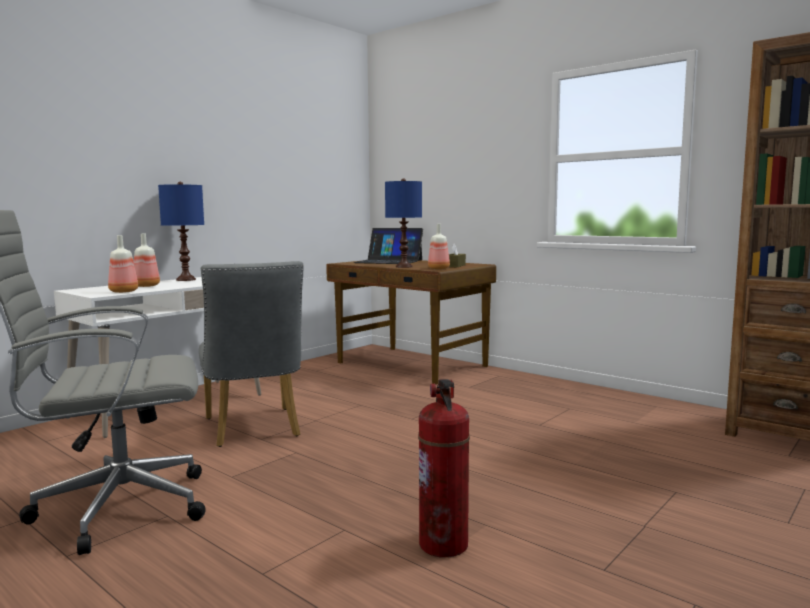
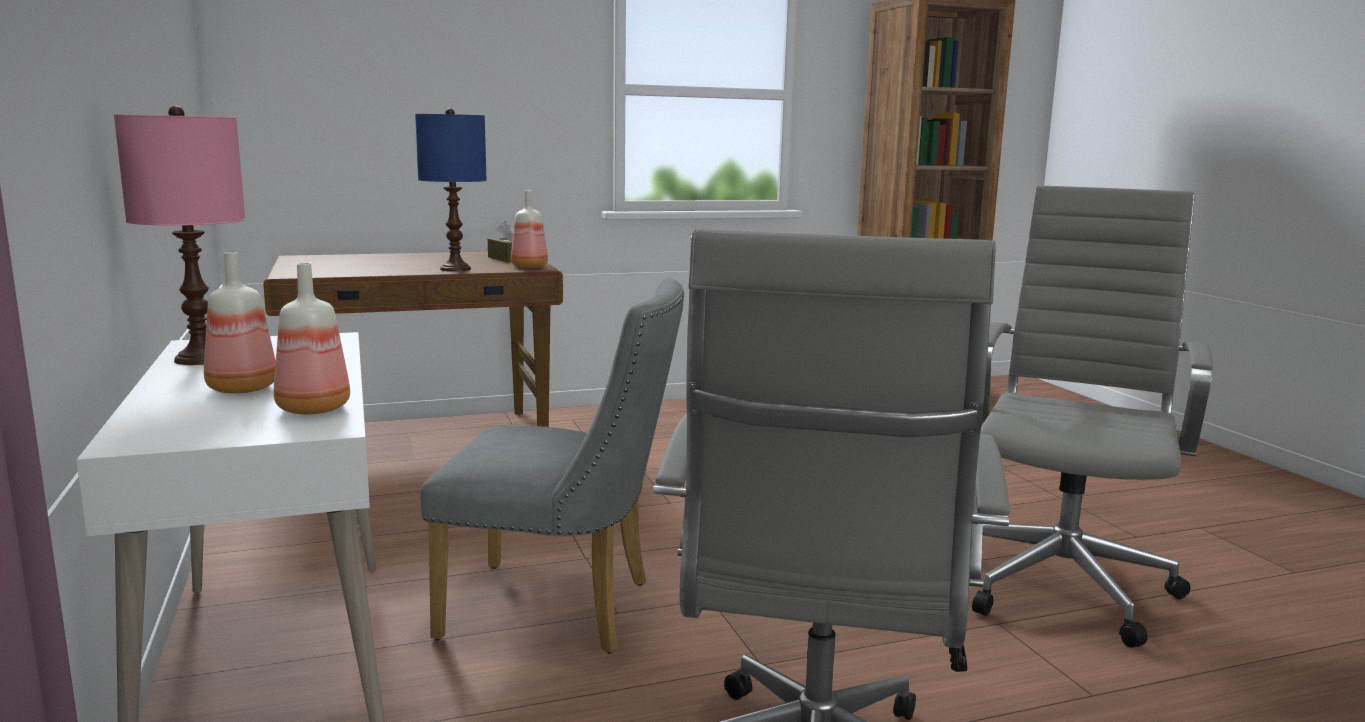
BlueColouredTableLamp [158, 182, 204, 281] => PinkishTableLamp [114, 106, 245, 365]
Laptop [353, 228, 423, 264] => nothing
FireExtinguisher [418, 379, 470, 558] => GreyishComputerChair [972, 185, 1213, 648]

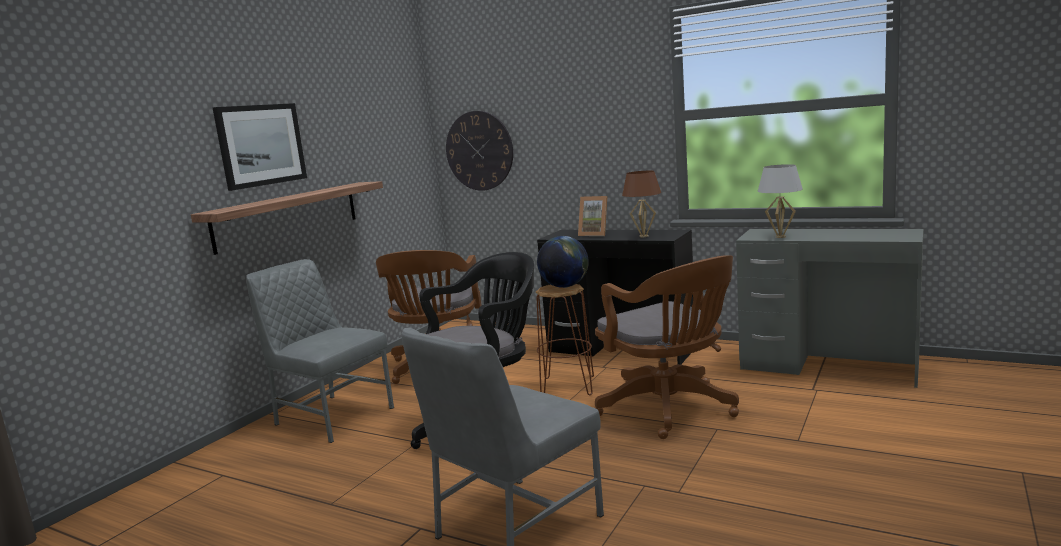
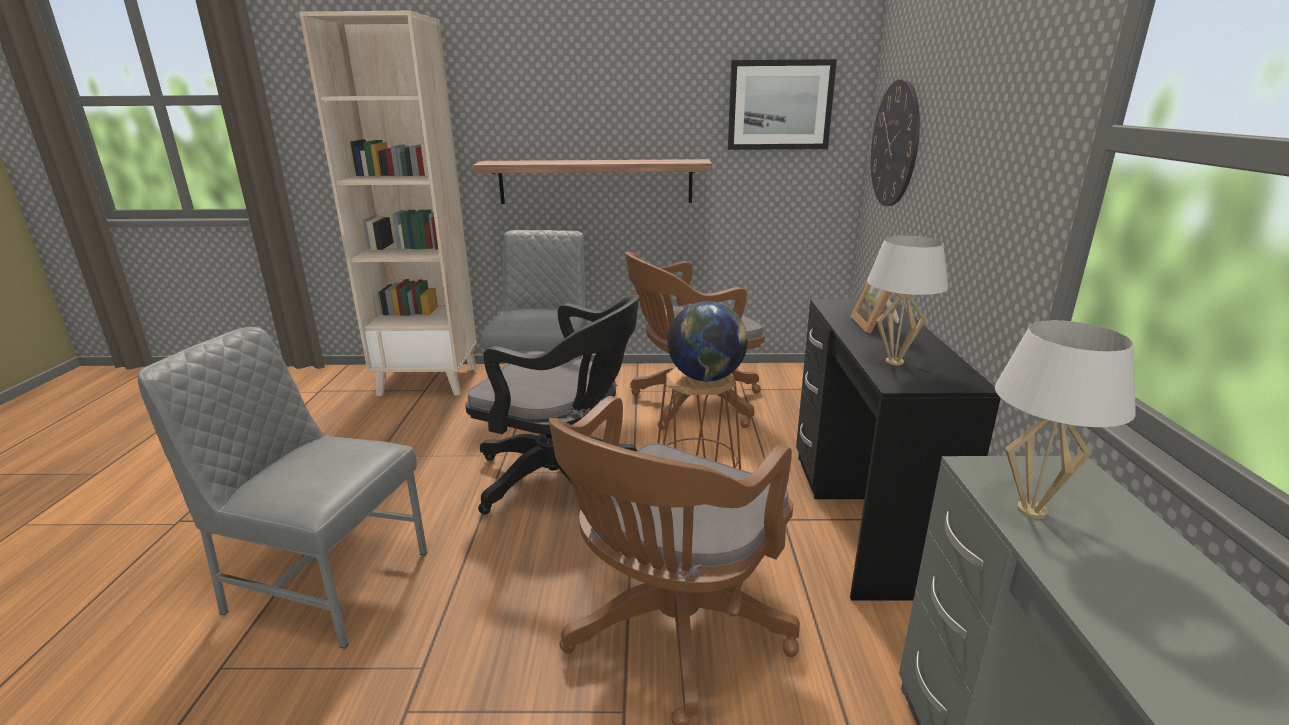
Picture [213, 103, 307, 191] => Picture [728, 59, 837, 150], shifted
BrownColouredTableLamp [622, 171, 661, 237] => WhitishTableLamp [867, 236, 948, 366]
nothing => BeigeBookcase [299, 11, 477, 396]

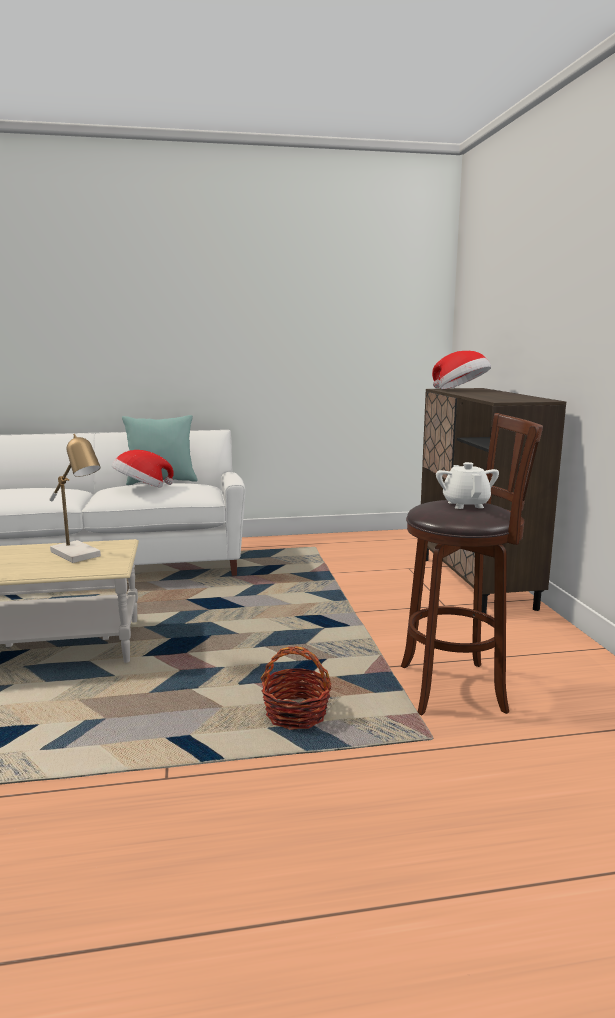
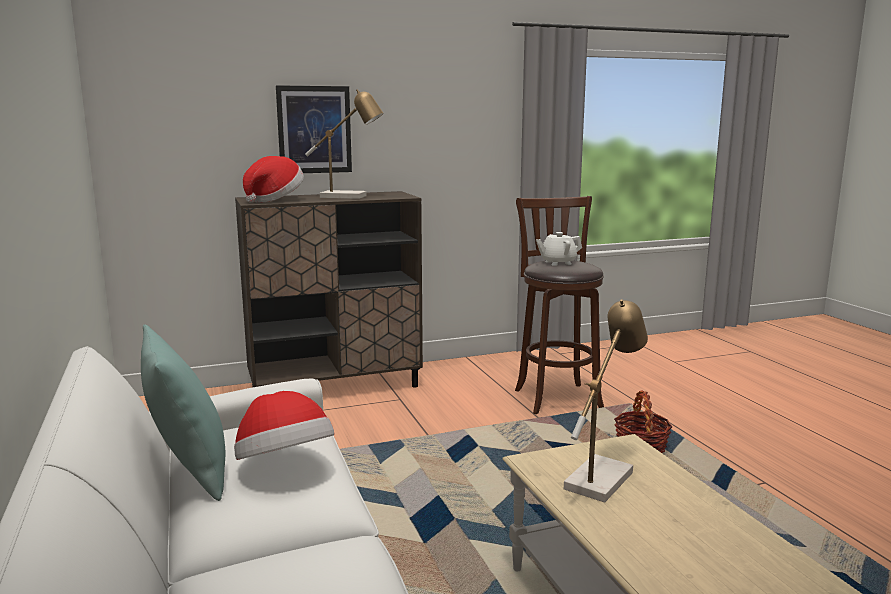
nothing => Picture [276, 85, 352, 173]
nothing => TableLamp [305, 89, 384, 199]

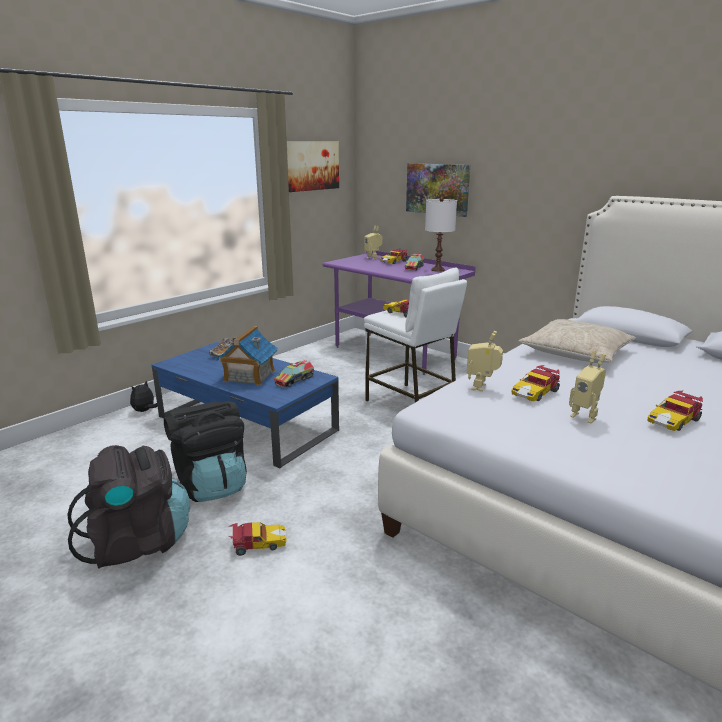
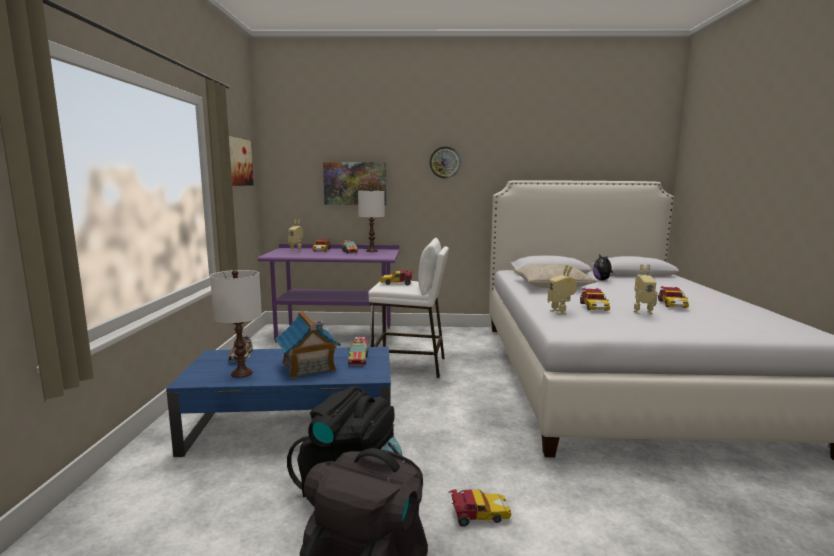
PlushToy [130, 380, 157, 412] => PlushToy [593, 254, 614, 280], shifted
MiniatureCar [228, 522, 287, 556] => MiniatureCar [449, 489, 511, 527], 45 degrees clockwise
nothing => HangingClock [429, 147, 461, 178]
nothing => WhitishTableLamp [210, 270, 262, 378]

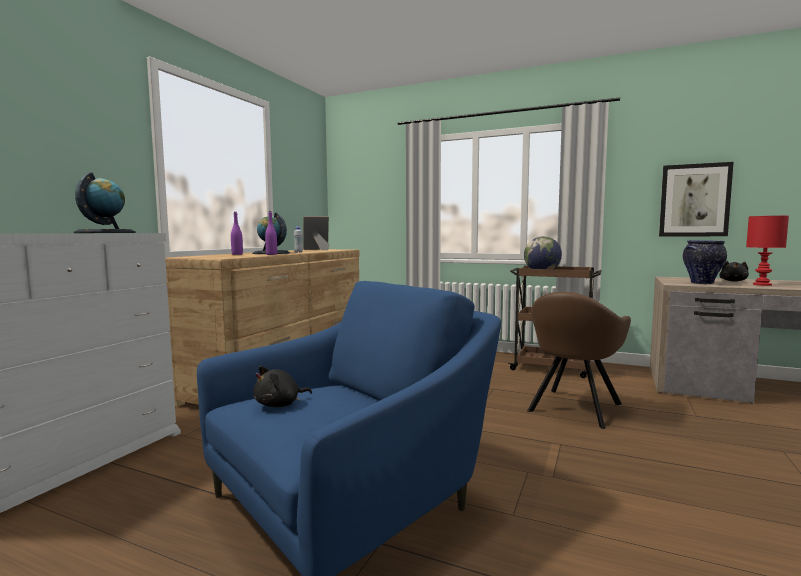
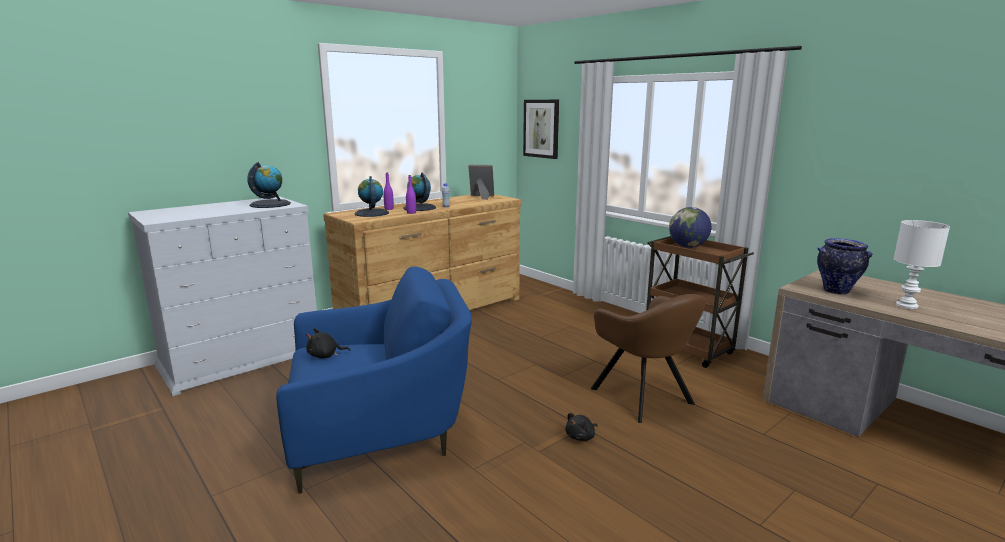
Picture [659, 162, 734, 236] => Picture [523, 100, 559, 159], shifted
ReddishTableLamp [746, 216, 789, 286] => WhitishTableLamp [893, 220, 950, 309]
BlackishPlushToy [719, 261, 749, 282] => BlackishPlushToy [565, 413, 598, 441], shifted
BrownColouredLoungeChair [527, 292, 631, 429] => BrownColouredLoungeChair [591, 294, 706, 423], 90 degrees counterclockwise
nothing => WorldGlobe [354, 176, 389, 217]

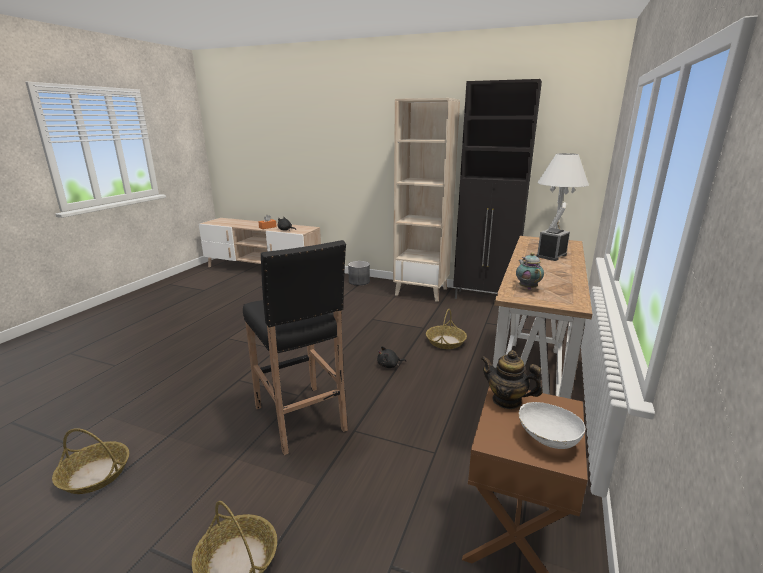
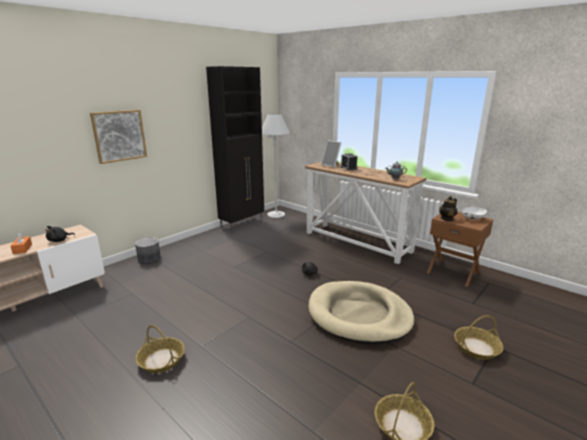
BeigeBookcase [393, 98, 460, 302] => nothing
BlackishStoolSeat [243, 240, 348, 455] => BeigePetBed [308, 281, 415, 344]
Basket [426, 309, 467, 349] => Basket [135, 325, 185, 373], shifted
nothing => Picture [90, 110, 147, 164]

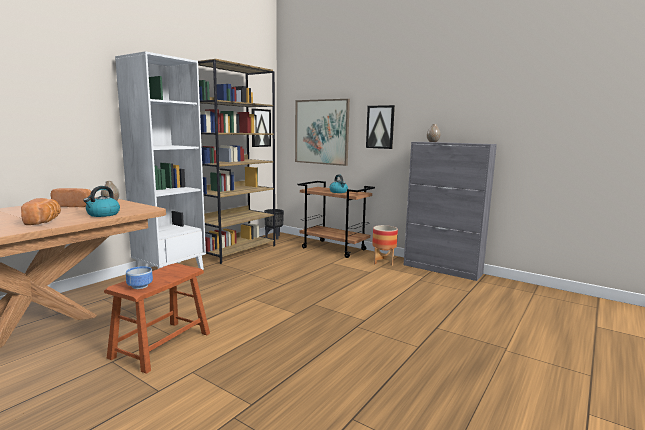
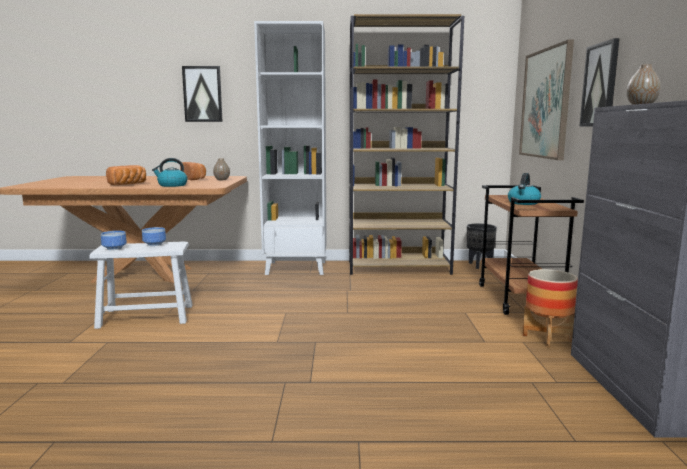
Picture [252, 108, 271, 147] => Picture [182, 66, 223, 122], shifted
BrownColouredStoolSeat [104, 263, 210, 374] => WhitishStoolSeat [89, 241, 193, 329]
nothing => DeepDish [142, 227, 166, 246]

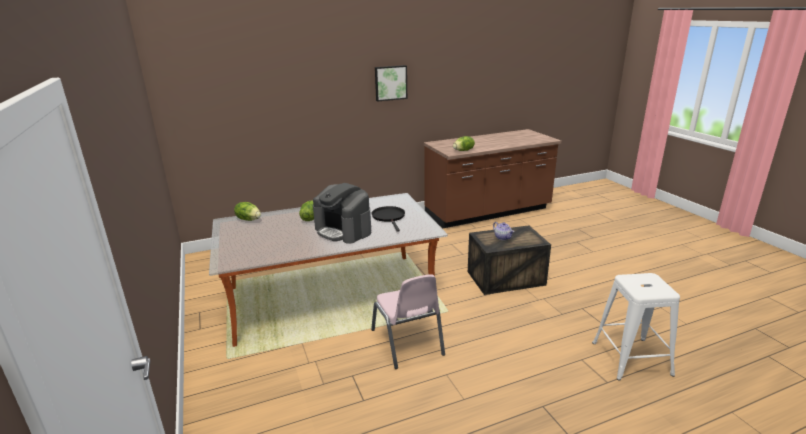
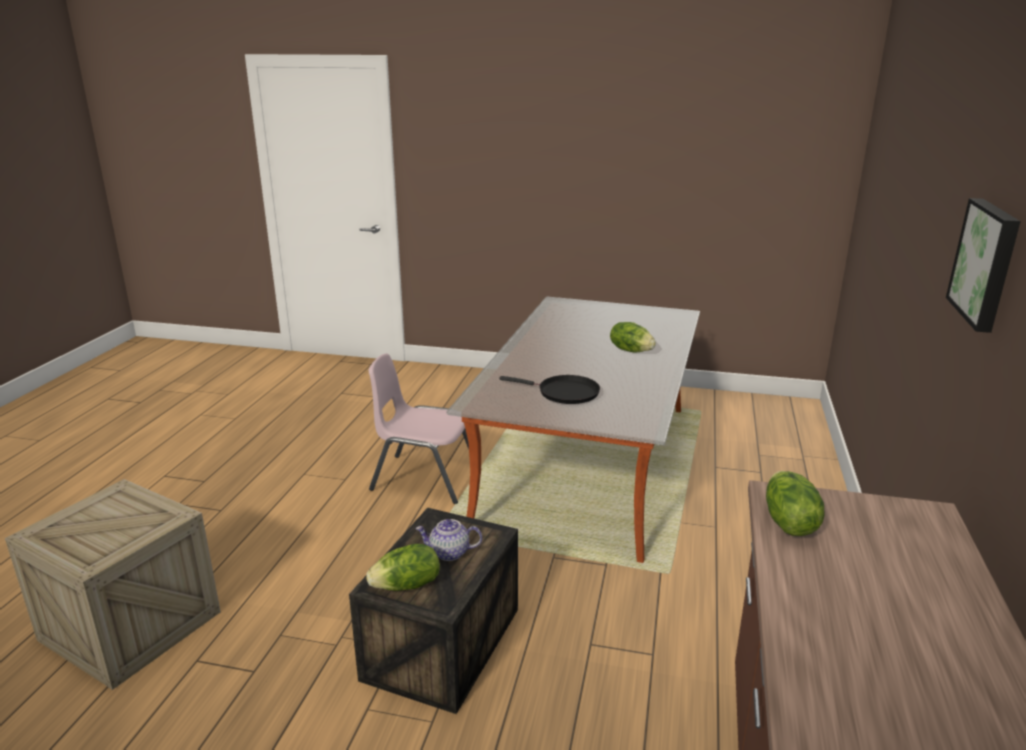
CoffeeBrewer [313, 183, 371, 244] => nothing
LettuceHead [234, 202, 261, 221] => LettuceHead [366, 544, 440, 591], shifted
WhitishStoolSeat [592, 273, 680, 381] => PackingCrate [5, 479, 221, 690]

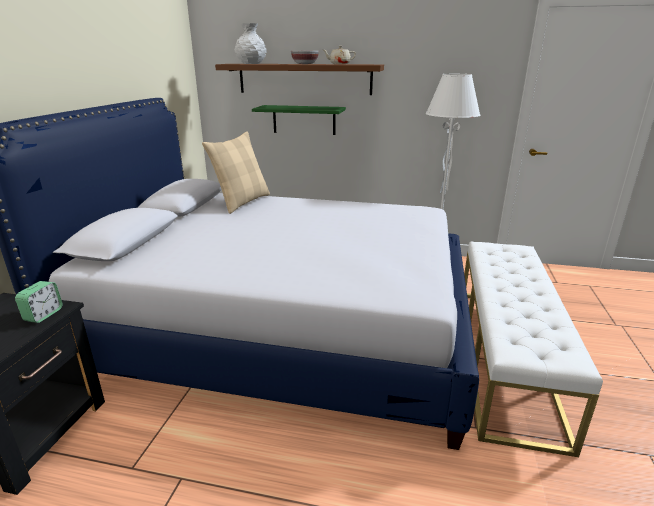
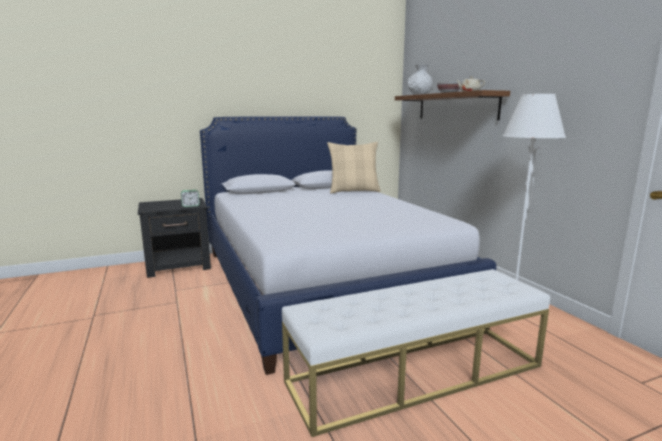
GreenBracketShelf [252, 105, 346, 135] => nothing

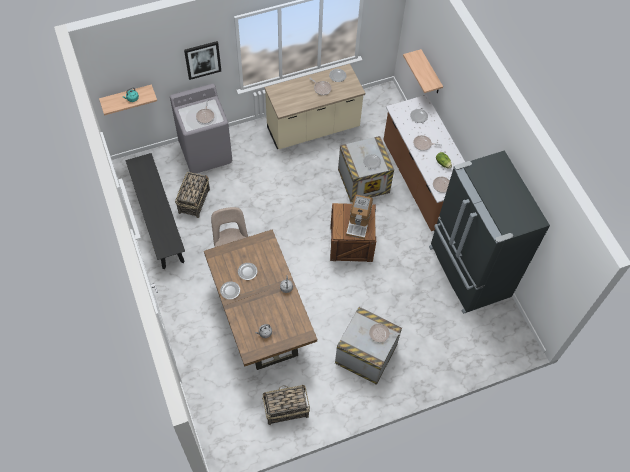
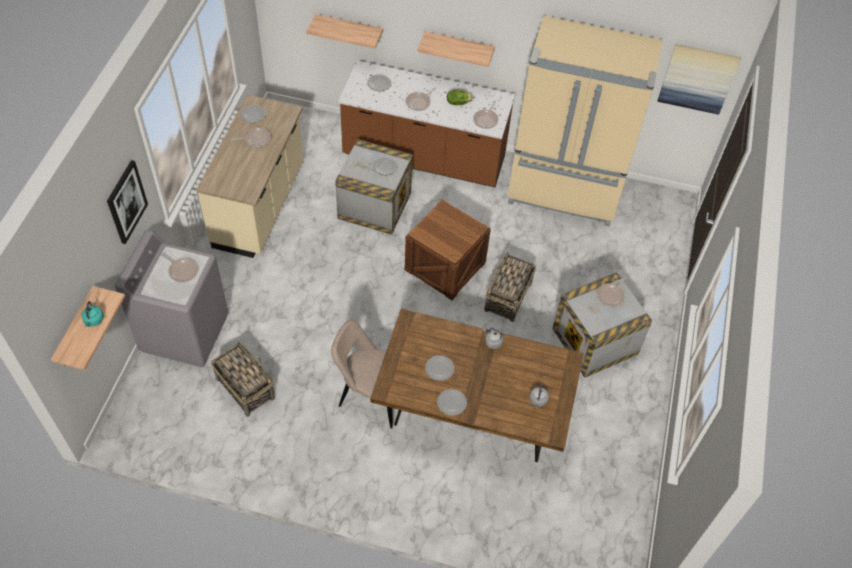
BlackishKitchenFridge [429, 150, 550, 314] => BeigeKitchenFridge [507, 16, 663, 226]
BlackishIndoorBench [125, 153, 185, 269] => nothing
CoffeeBrewer [346, 194, 373, 239] => nothing
Basket [262, 385, 310, 425] => Basket [484, 253, 536, 322], shifted
nothing => BracketShelf [417, 31, 495, 67]
nothing => Picture [658, 44, 741, 115]

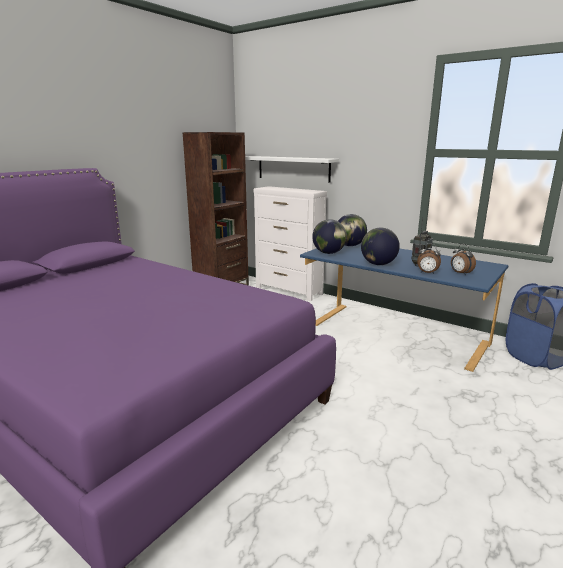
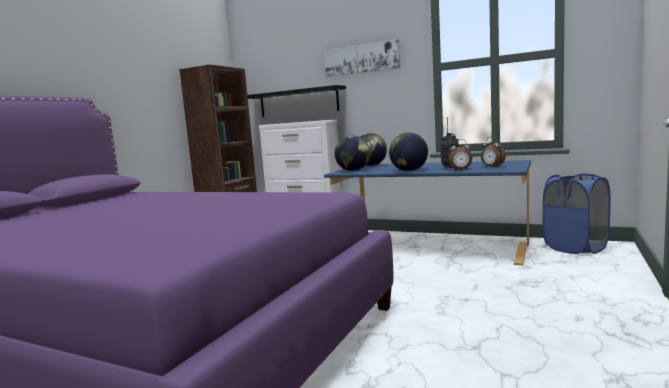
WhitishBracketShelf [245, 156, 339, 183] => BlackishBracketShelf [247, 85, 346, 117]
nothing => Picture [324, 39, 400, 77]

